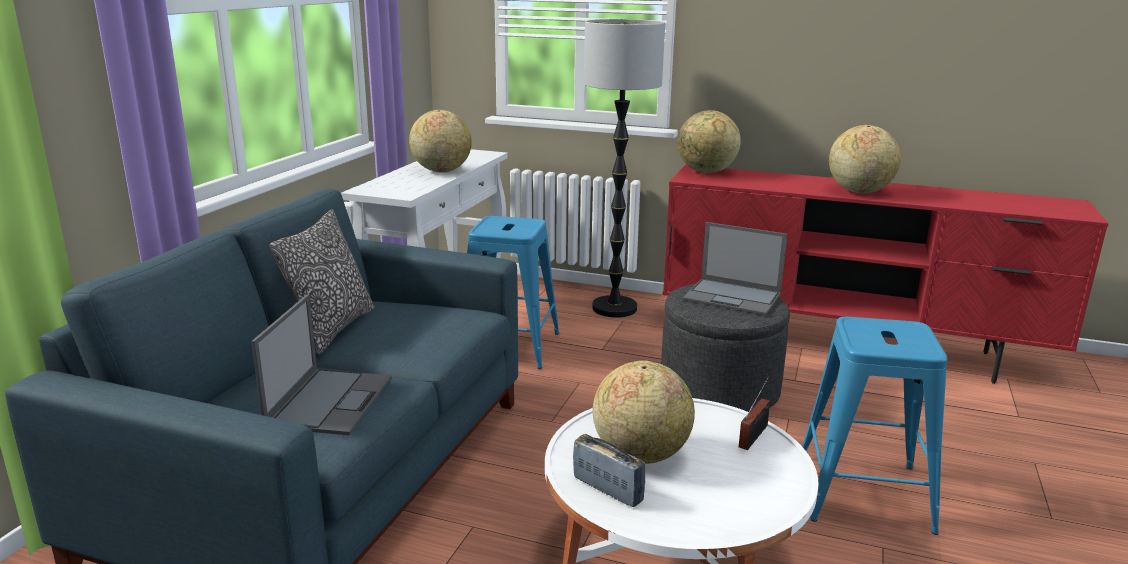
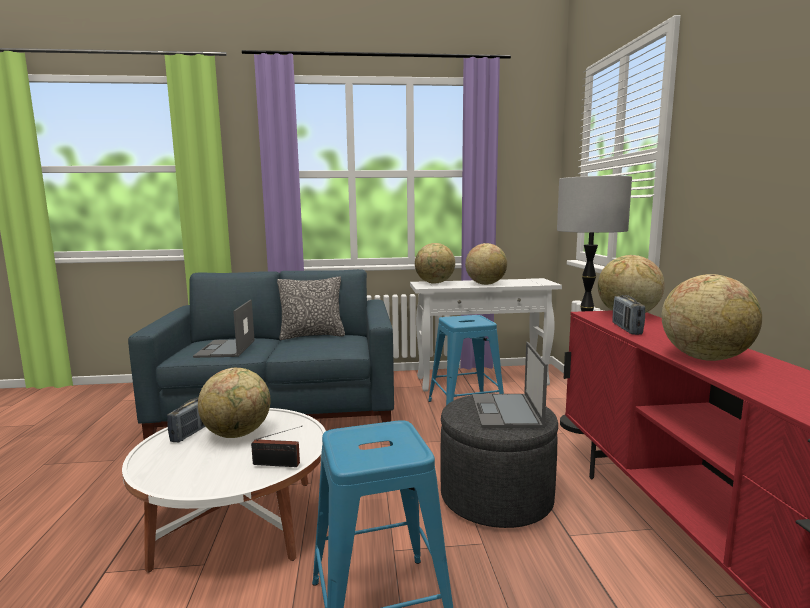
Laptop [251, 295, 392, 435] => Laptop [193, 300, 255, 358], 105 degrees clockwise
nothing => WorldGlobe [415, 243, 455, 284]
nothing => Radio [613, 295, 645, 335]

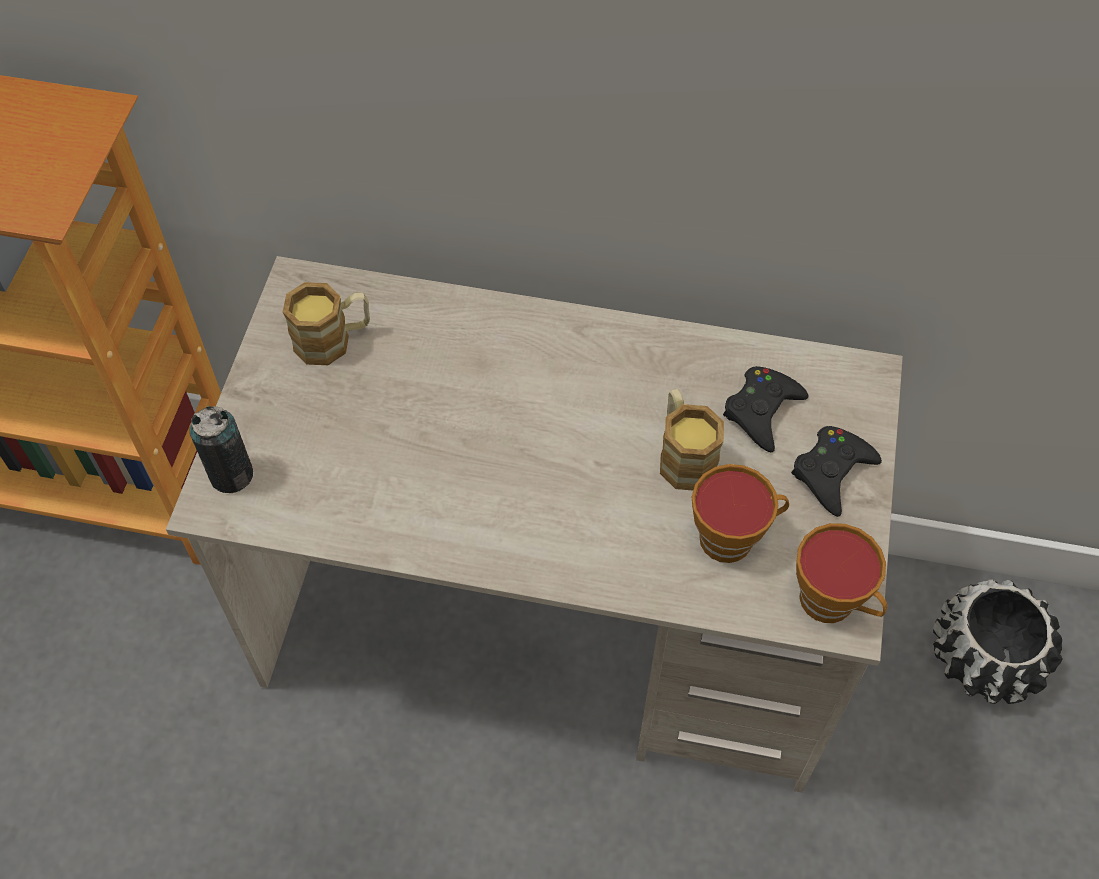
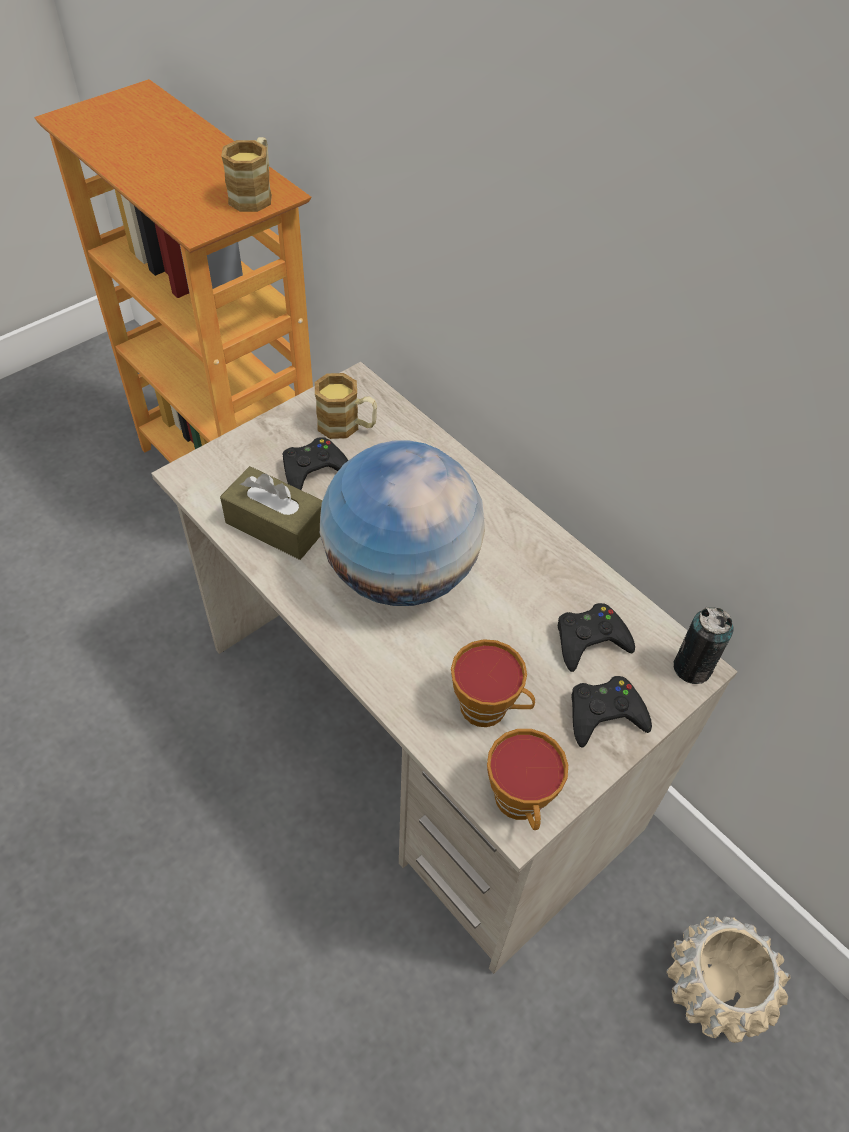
CoffeeMug [660, 389, 724, 490] => CoffeeMug [221, 137, 272, 212], shifted
MetalCan [190, 406, 253, 493] => MetalCan [673, 607, 734, 684], shifted
BlackishPlantPot [933, 579, 1062, 704] => BeigePlantPot [666, 917, 791, 1043]
nothing => BlackishJoypad [283, 437, 348, 490]
nothing => WorldGlobe [320, 441, 485, 606]
nothing => BrownColouredTissueHolder [220, 466, 323, 560]

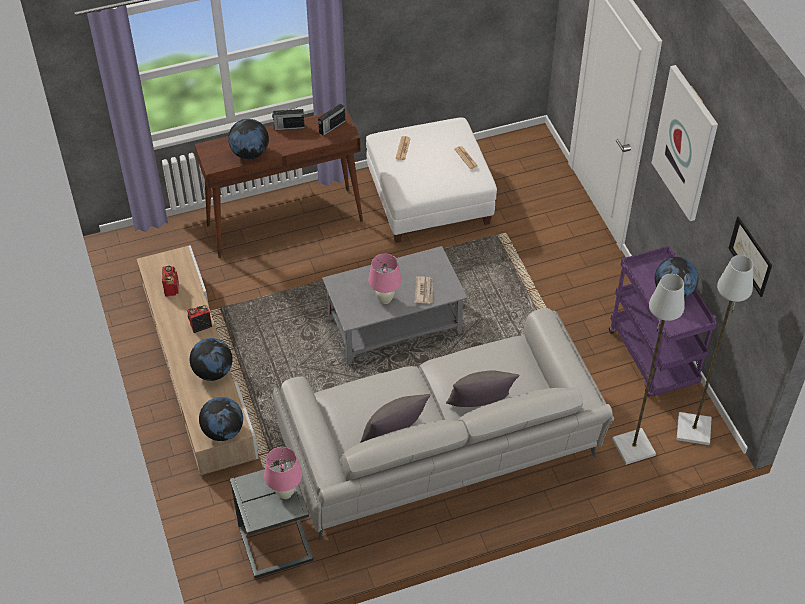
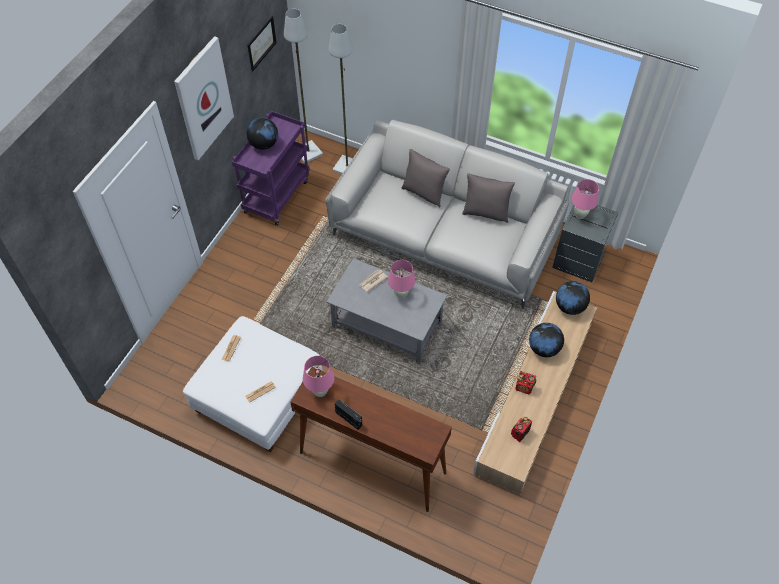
Radio [318, 103, 345, 136] => PinkishTableLamp [303, 356, 335, 397]
WorldGlobe [228, 119, 269, 159] => nothing

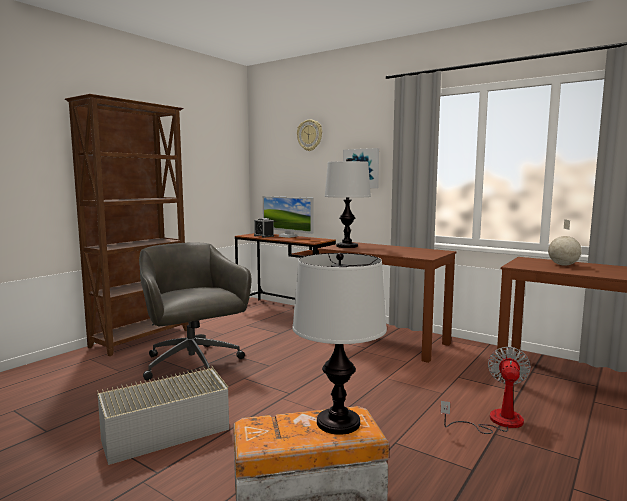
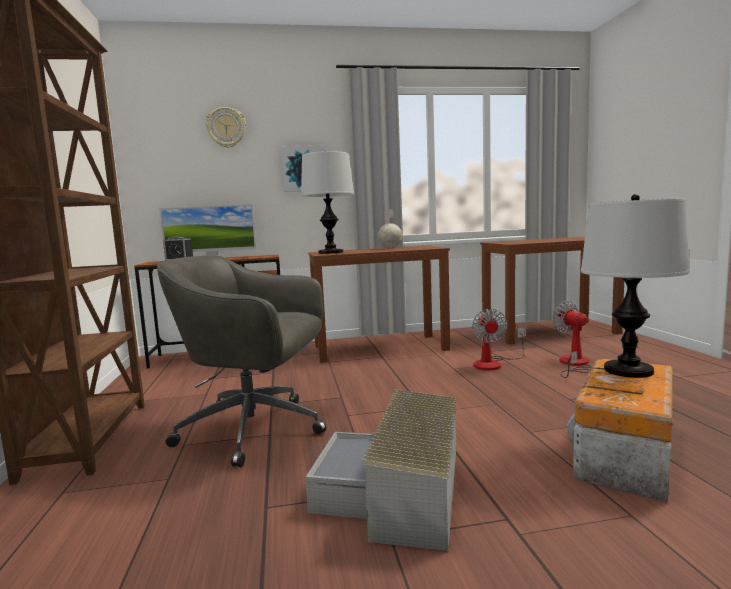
WorldGlobe [548, 219, 582, 266] => WorldGlobe [378, 209, 402, 248], shifted
nothing => ElectricFan [472, 309, 524, 371]

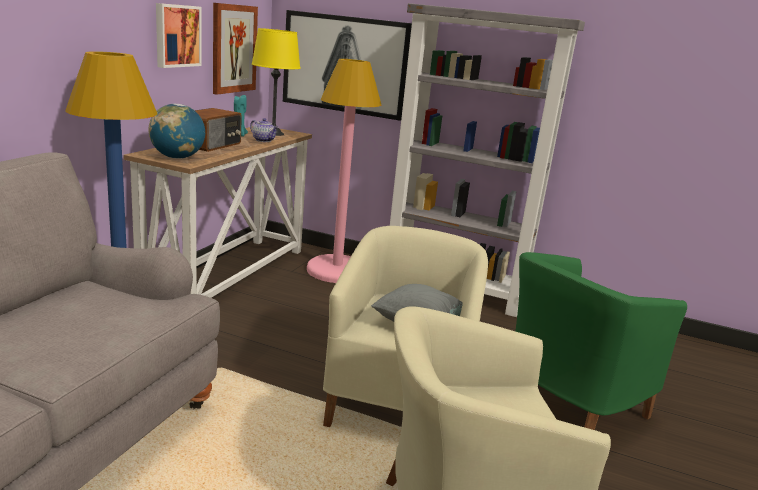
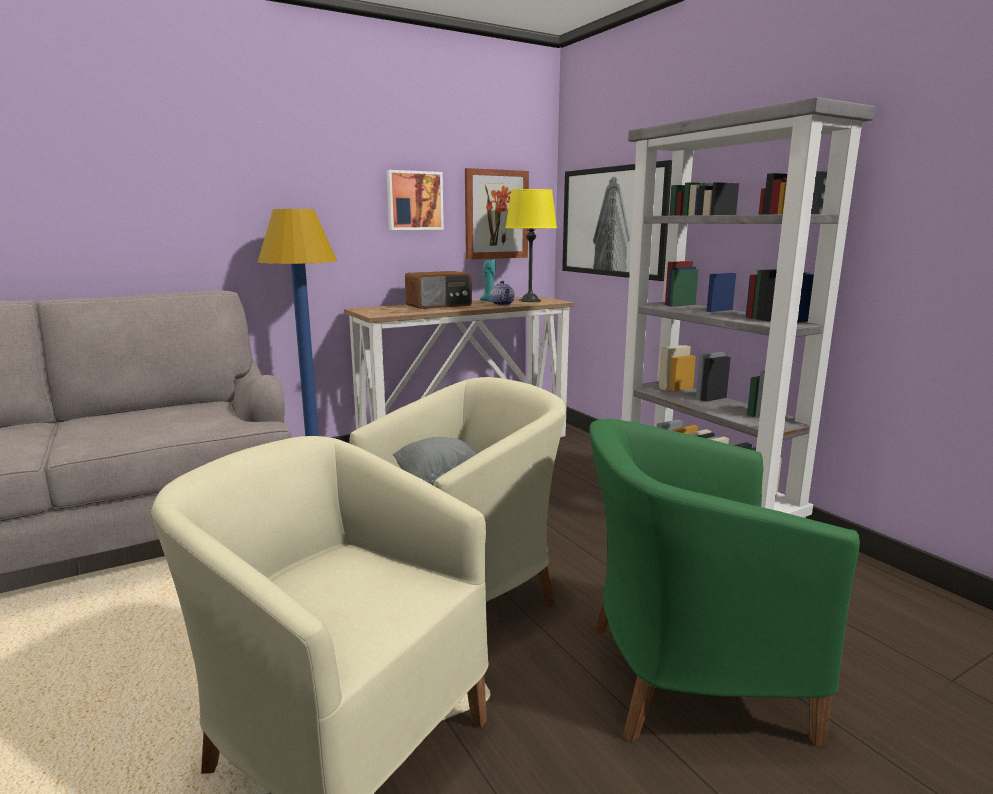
PinkishStandingLamp [307, 59, 381, 283] => nothing
WorldGlobe [149, 104, 205, 159] => nothing

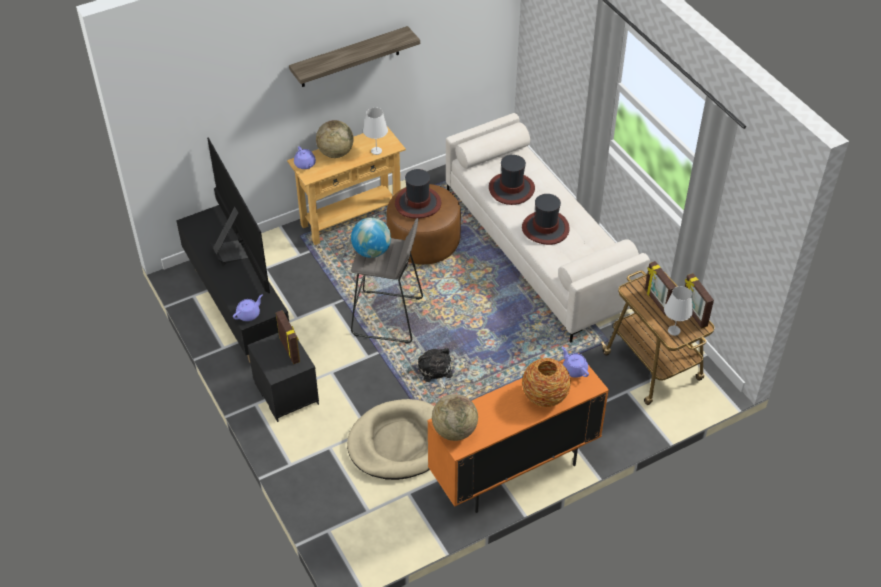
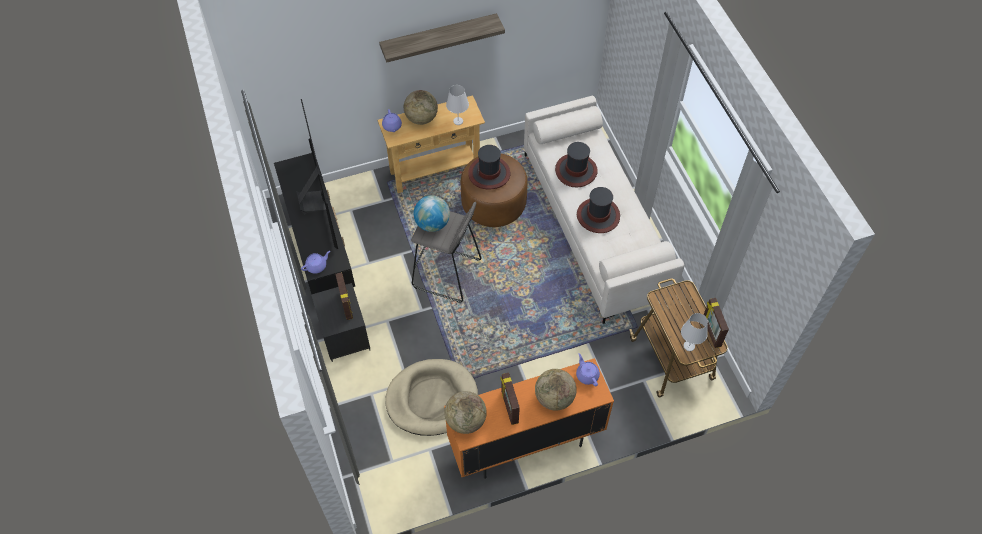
PhotoFrame [645, 261, 676, 316] => PhotoFrame [500, 372, 520, 425], shifted
PlushToy [418, 348, 453, 389] => nothing
FlowerVase [522, 358, 571, 407] => WorldGlobe [535, 369, 577, 411]

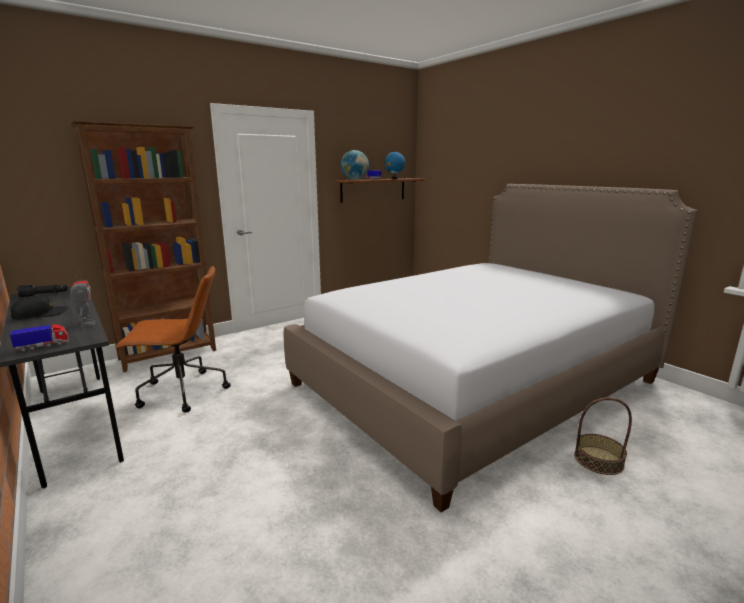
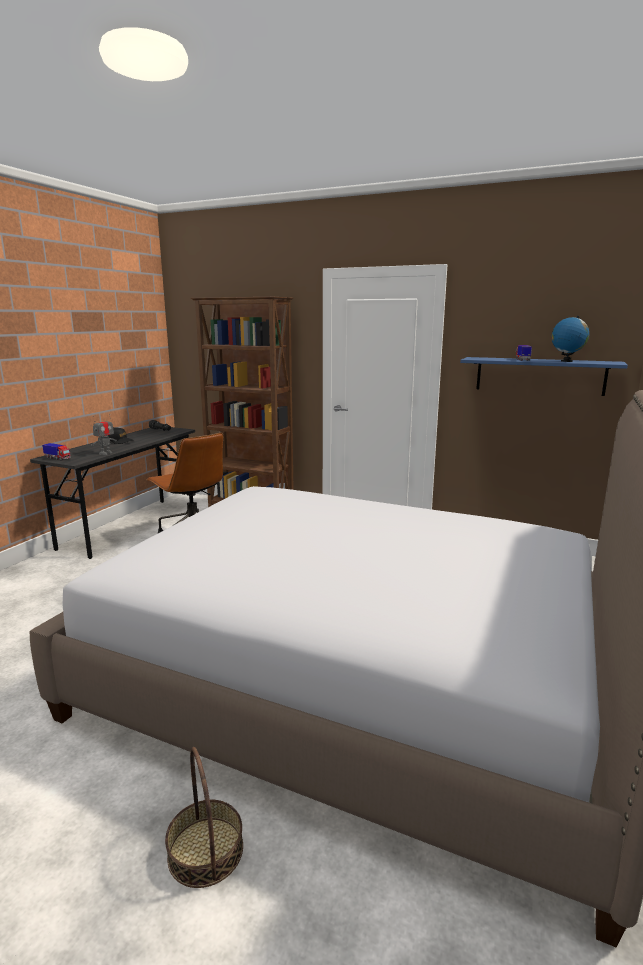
WorldGlobe [341, 150, 369, 180] => nothing
BrownColouredBracketShelf [333, 178, 425, 203] => BlueColouredBracketShelf [460, 357, 628, 396]

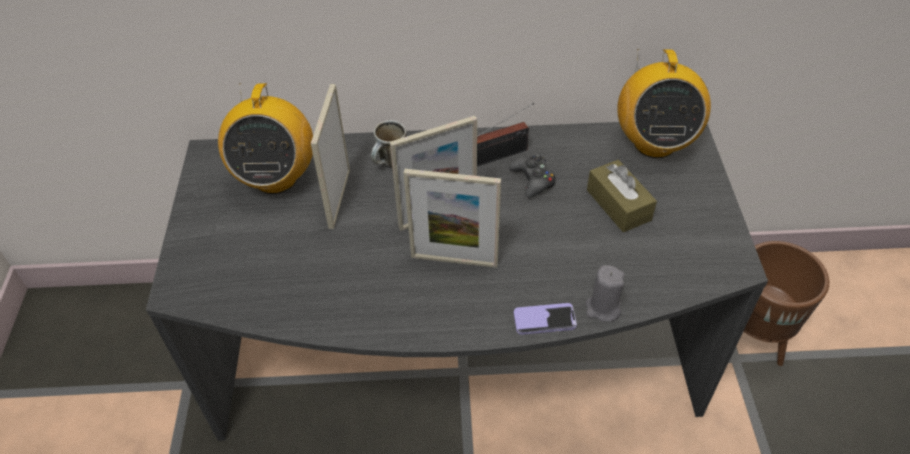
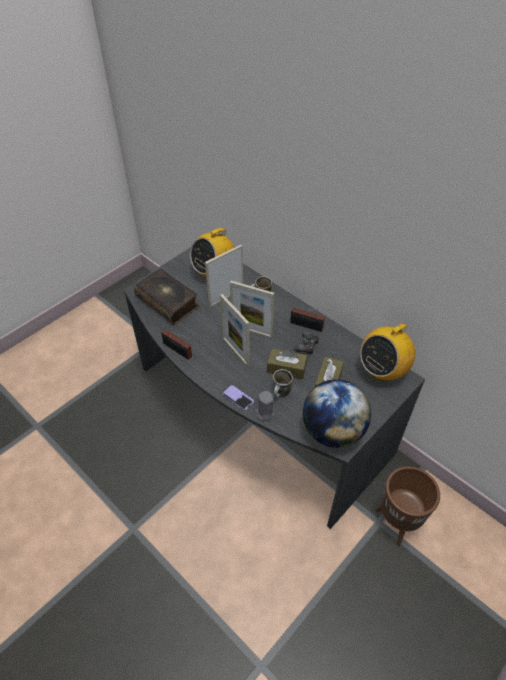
nothing => Volume [134, 269, 199, 325]
nothing => Radio [161, 329, 192, 360]
nothing => BrownColouredTissueHolder [267, 349, 307, 380]
nothing => CoffeeMug [273, 369, 293, 398]
nothing => WorldGlobe [303, 379, 371, 448]

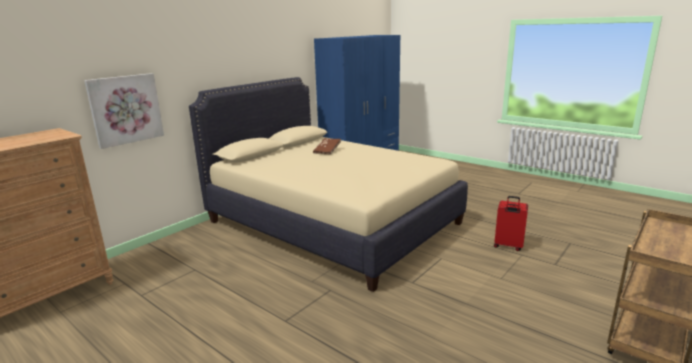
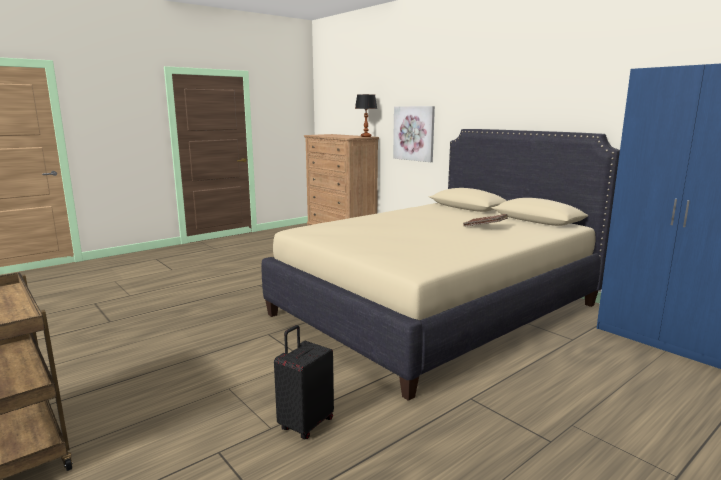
ReddishTravelCase [494, 196, 528, 251] => BlackishTravelCase [274, 325, 334, 439]
nothing => TableLamp [355, 94, 377, 137]

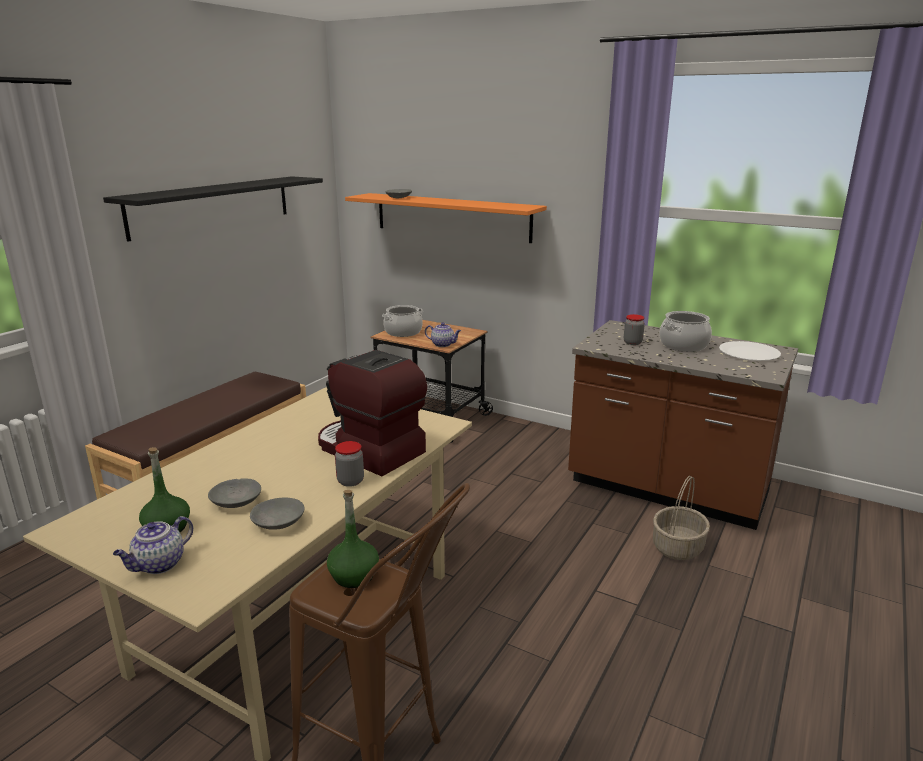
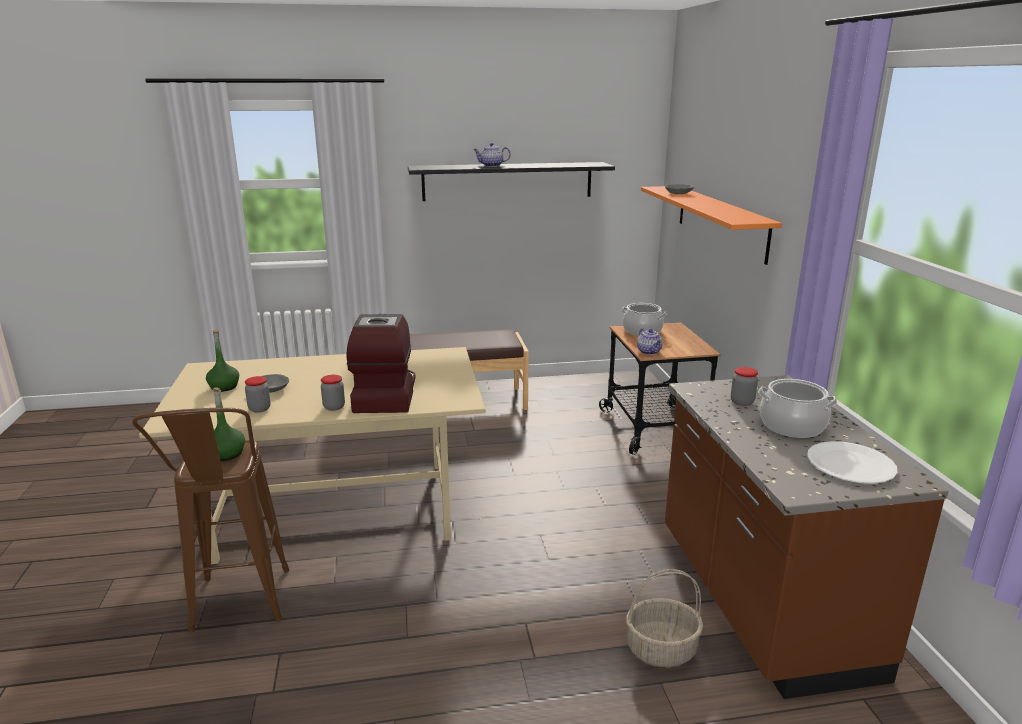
GreyishDeepDish [250, 498, 305, 530] => Jar [245, 376, 271, 413]
TeaPot [113, 516, 193, 574] => TeaPot [473, 143, 511, 167], shifted

